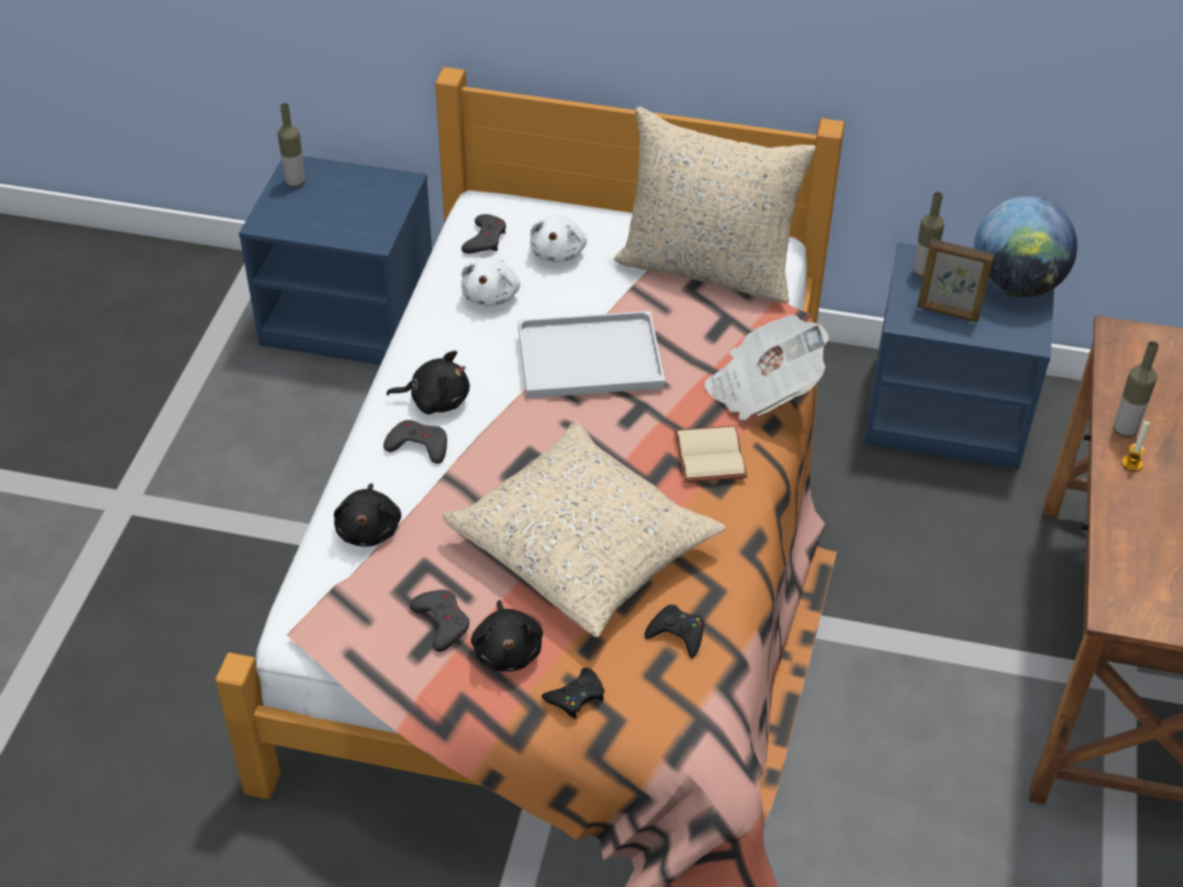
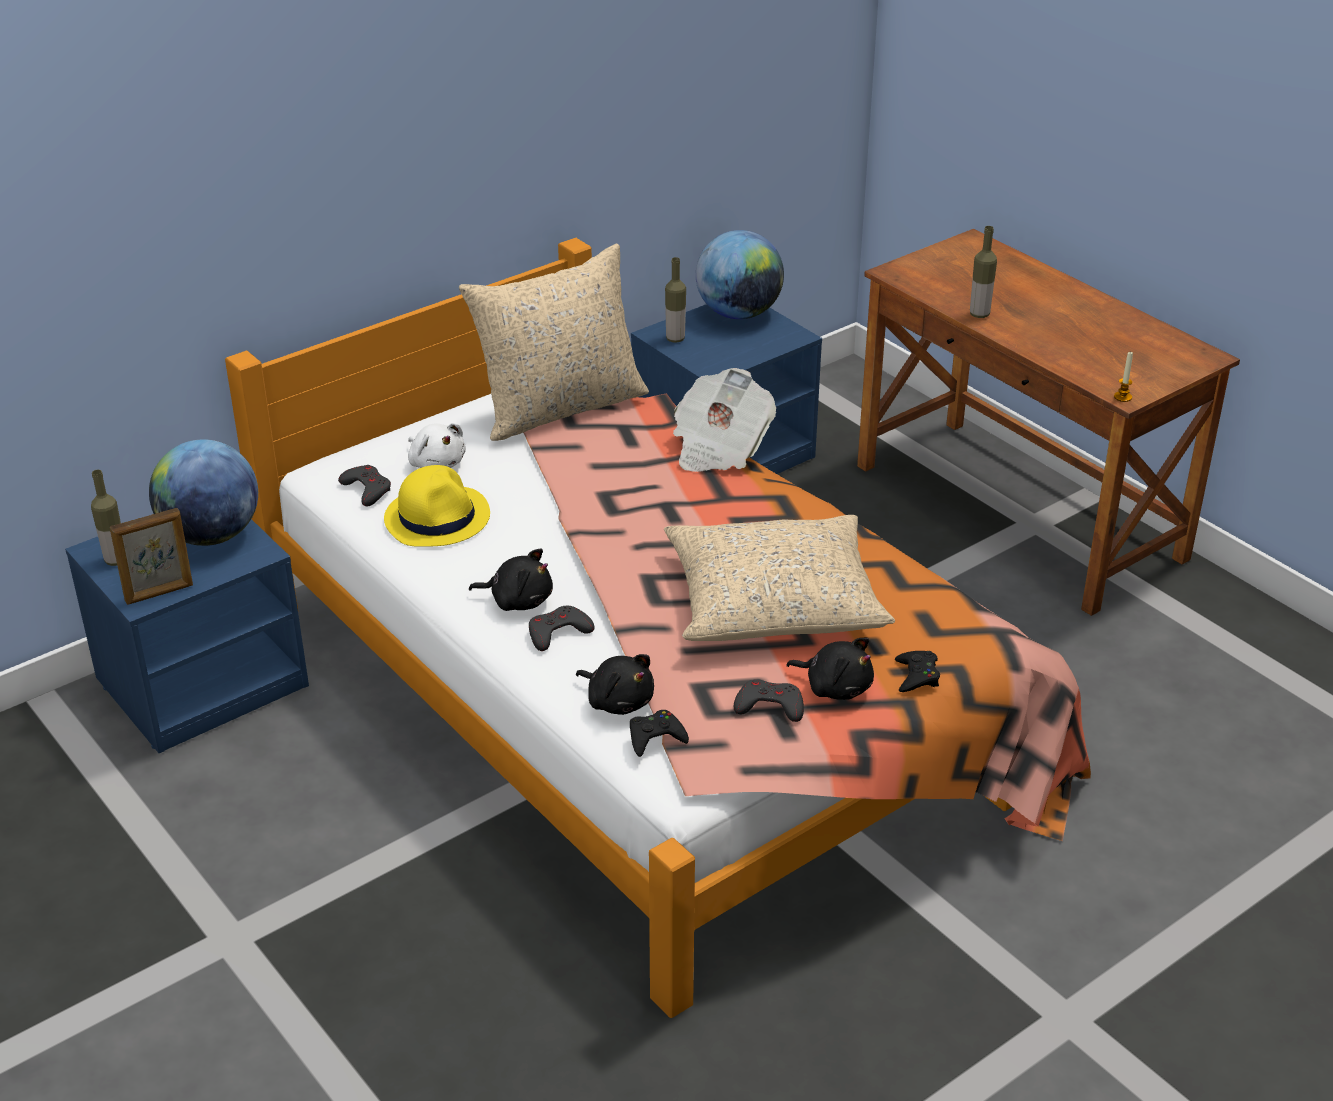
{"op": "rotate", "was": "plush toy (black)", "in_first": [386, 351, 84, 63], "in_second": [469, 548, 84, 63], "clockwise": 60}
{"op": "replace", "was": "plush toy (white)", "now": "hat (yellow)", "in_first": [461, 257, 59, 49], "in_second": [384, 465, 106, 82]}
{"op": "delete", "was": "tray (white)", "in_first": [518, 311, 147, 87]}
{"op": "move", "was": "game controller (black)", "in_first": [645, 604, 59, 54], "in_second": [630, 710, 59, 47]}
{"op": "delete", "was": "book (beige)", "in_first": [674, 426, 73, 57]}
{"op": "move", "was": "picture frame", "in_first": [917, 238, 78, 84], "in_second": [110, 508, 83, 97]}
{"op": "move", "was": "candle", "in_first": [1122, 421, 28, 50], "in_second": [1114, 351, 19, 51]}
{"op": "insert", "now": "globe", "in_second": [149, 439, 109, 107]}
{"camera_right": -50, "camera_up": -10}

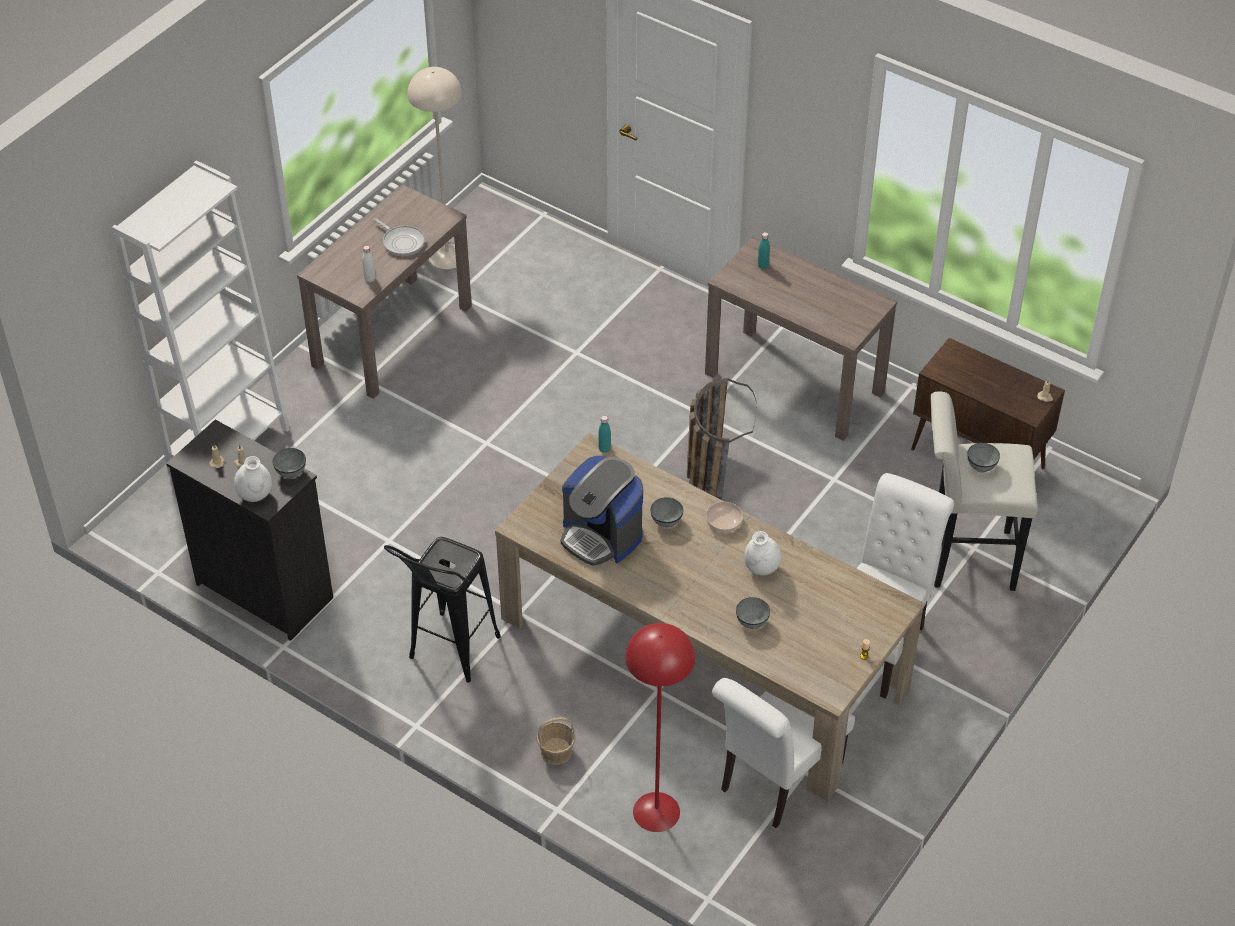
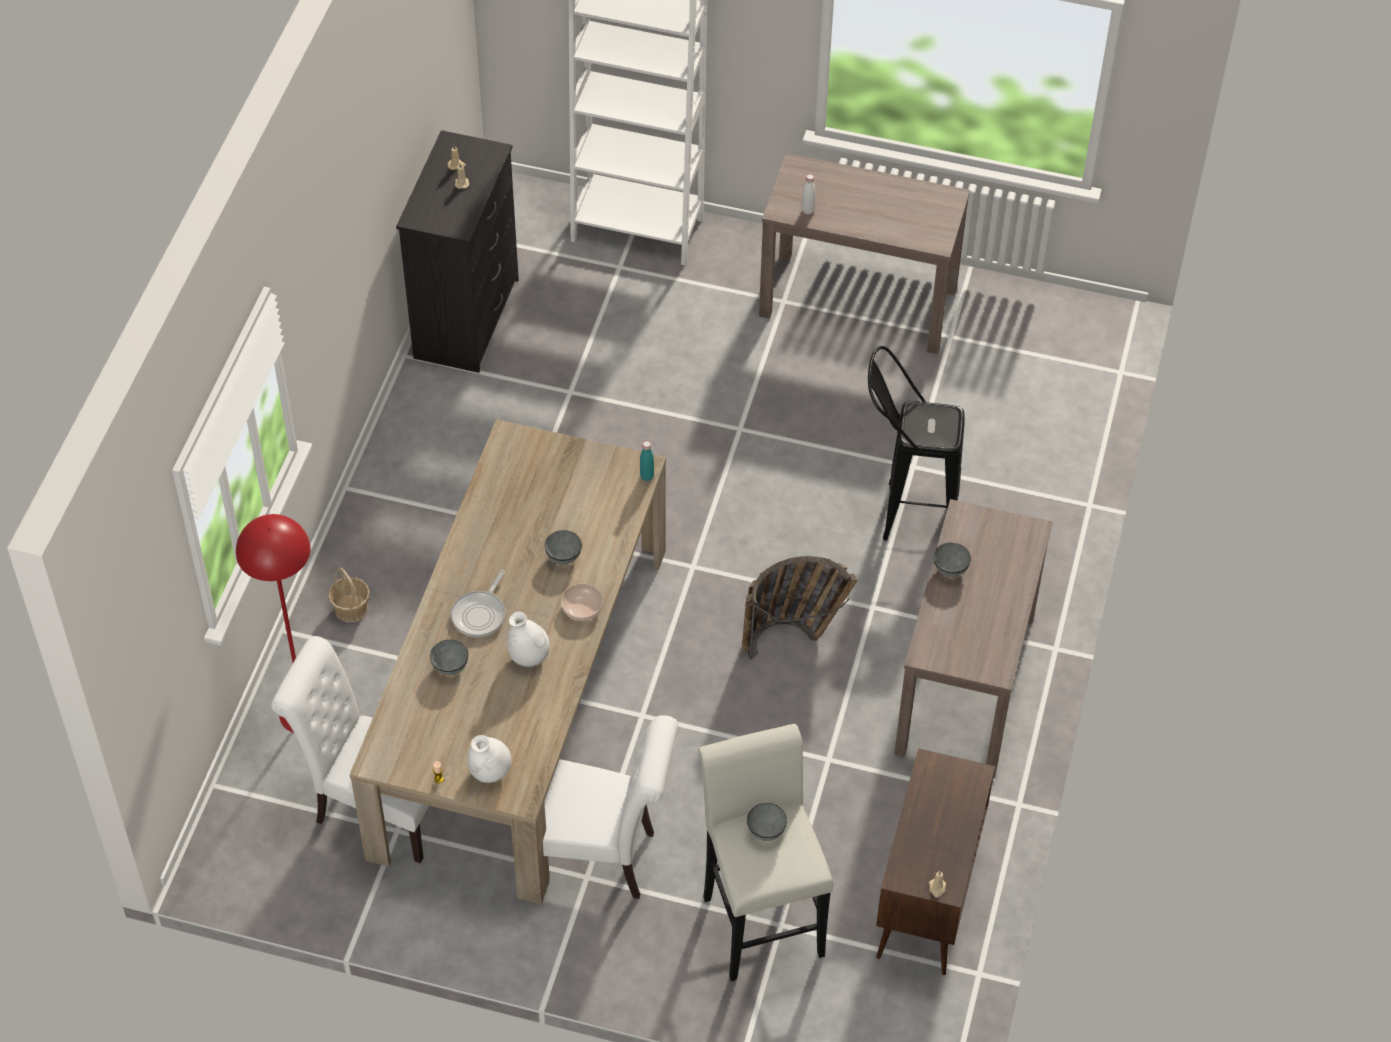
{"op": "move", "was": "vase (white)", "in_first": [234, 456, 38, 46], "in_second": [467, 735, 44, 48]}
{"op": "move", "was": "bowl (grey)", "in_first": [272, 448, 34, 31], "in_second": [934, 542, 37, 35]}
{"op": "move", "was": "frying pan", "in_first": [373, 218, 52, 38], "in_second": [451, 570, 54, 68]}
{"op": "move", "was": "stool (black)", "in_first": [384, 537, 117, 146], "in_second": [868, 346, 97, 195]}
{"op": "delete", "was": "floor lamp (beige)", "in_first": [407, 67, 55, 202]}
{"op": "delete", "was": "coffee machine", "in_first": [561, 456, 82, 110]}
{"op": "delete", "was": "bottle (turquoise)", "in_first": [758, 232, 12, 37]}
{"camera_right": 70, "camera_up": 5}

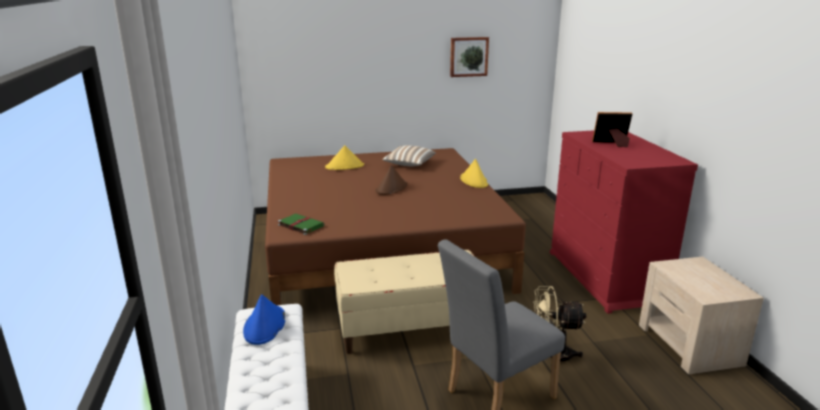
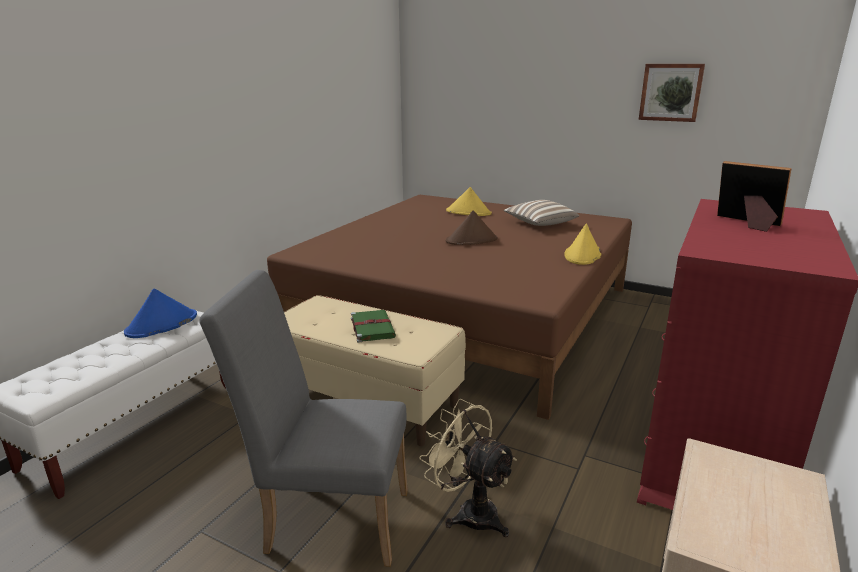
{"op": "move", "was": "book (green)", "in_first": [278, 214, 46, 21], "in_second": [351, 310, 45, 33]}
{"camera_right": 40, "camera_up": 0}

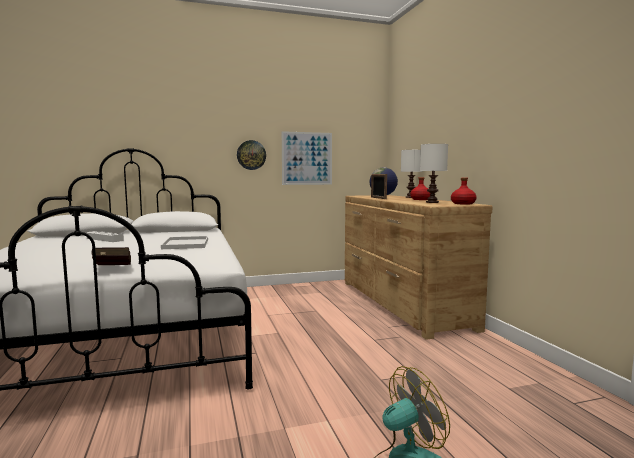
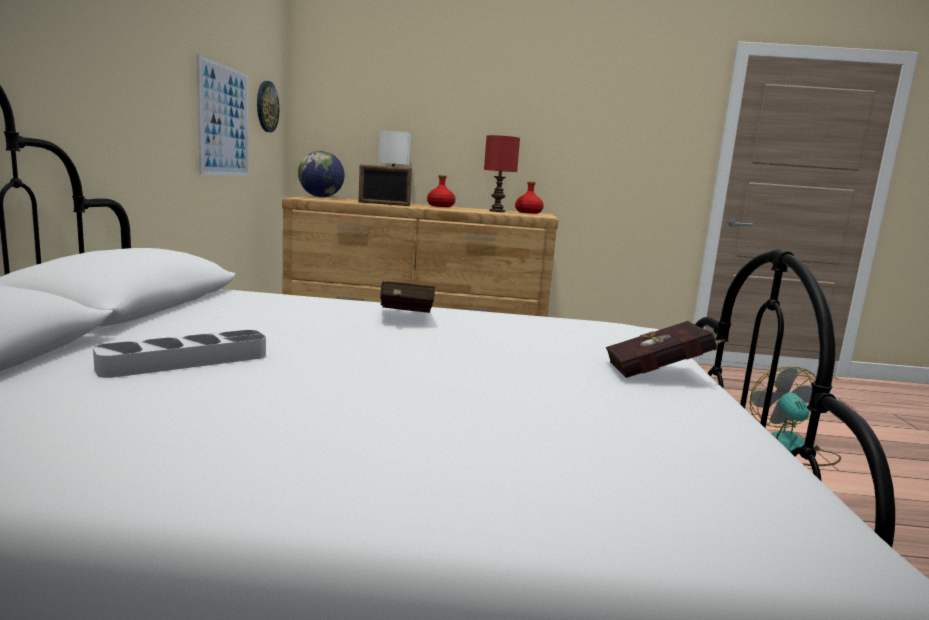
{"op": "replace", "was": "tray (white)", "now": "book (red)", "in_first": [161, 236, 47, 13], "in_second": [380, 281, 55, 32]}
{"op": "move", "was": "wall clock", "in_first": [237, 140, 29, 30], "in_second": [257, 81, 22, 51]}
{"op": "recolor", "was": "table lamp (white)", "now": "table lamp (red)", "in_first": [420, 144, 28, 59], "in_second": [484, 135, 36, 77]}
{"camera_right": -70, "camera_up": 5}

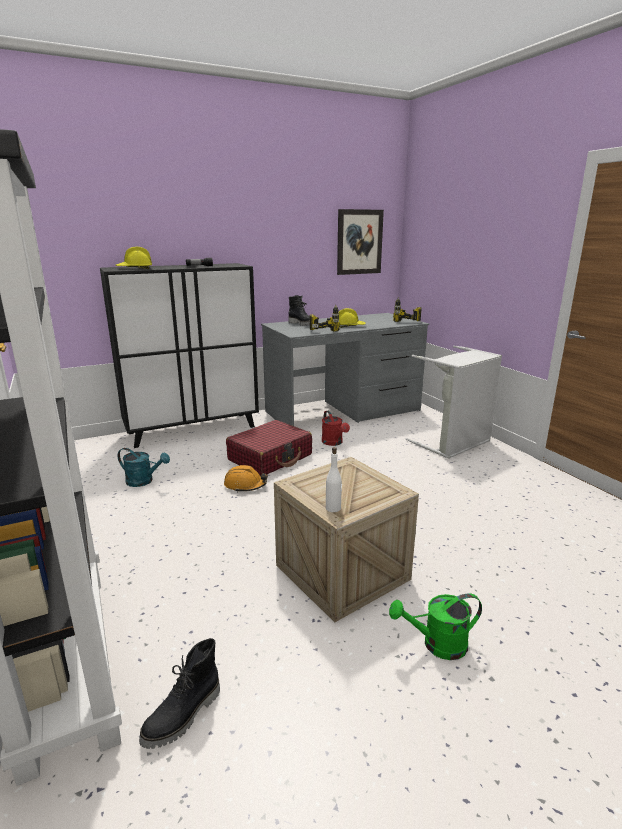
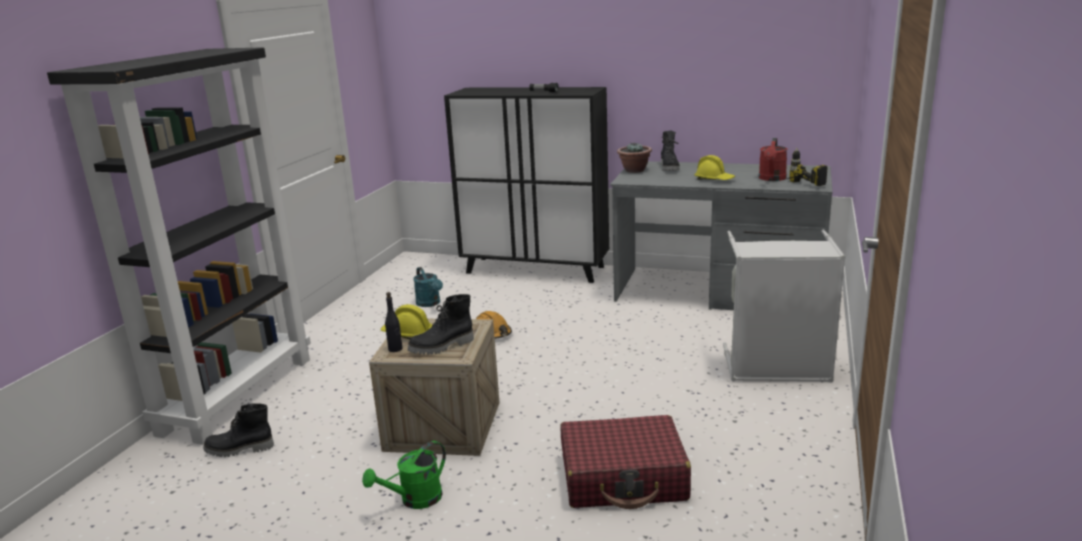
{"op": "move", "was": "hard hat (yellow)", "in_first": [115, 247, 37, 22], "in_second": [381, 304, 51, 35]}
{"op": "move", "was": "suitcase (red)", "in_first": [226, 420, 86, 56], "in_second": [560, 415, 131, 94]}
{"op": "delete", "was": "power drill", "in_first": [310, 305, 30, 26]}
{"op": "move", "was": "watering can (red)", "in_first": [322, 411, 28, 35], "in_second": [759, 138, 28, 43]}
{"op": "recolor", "was": "bottle (white)", "now": "bottle (black)", "in_first": [326, 447, 16, 65], "in_second": [385, 292, 18, 60]}
{"op": "delete", "was": "picture", "in_first": [337, 209, 47, 66]}
{"op": "rotate", "was": "watering can (green)", "in_first": [389, 593, 93, 67], "in_second": [362, 441, 84, 68], "clockwise": -75}
{"op": "insert", "now": "boot (black)", "in_second": [408, 294, 66, 61]}
{"op": "insert", "now": "potted plant", "in_second": [617, 142, 35, 31]}
{"camera_right": 45, "camera_up": 0}

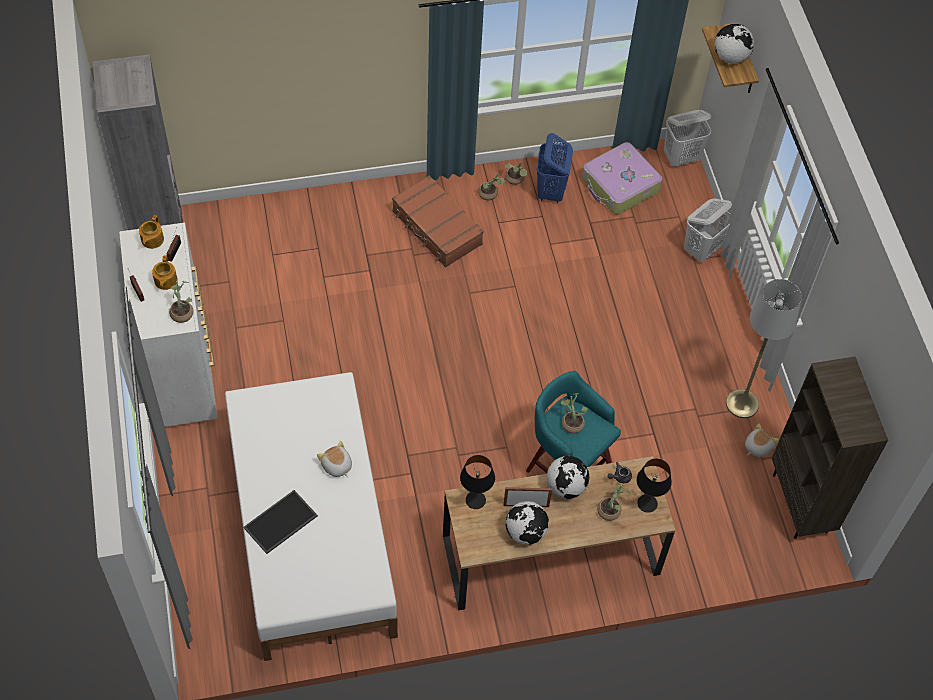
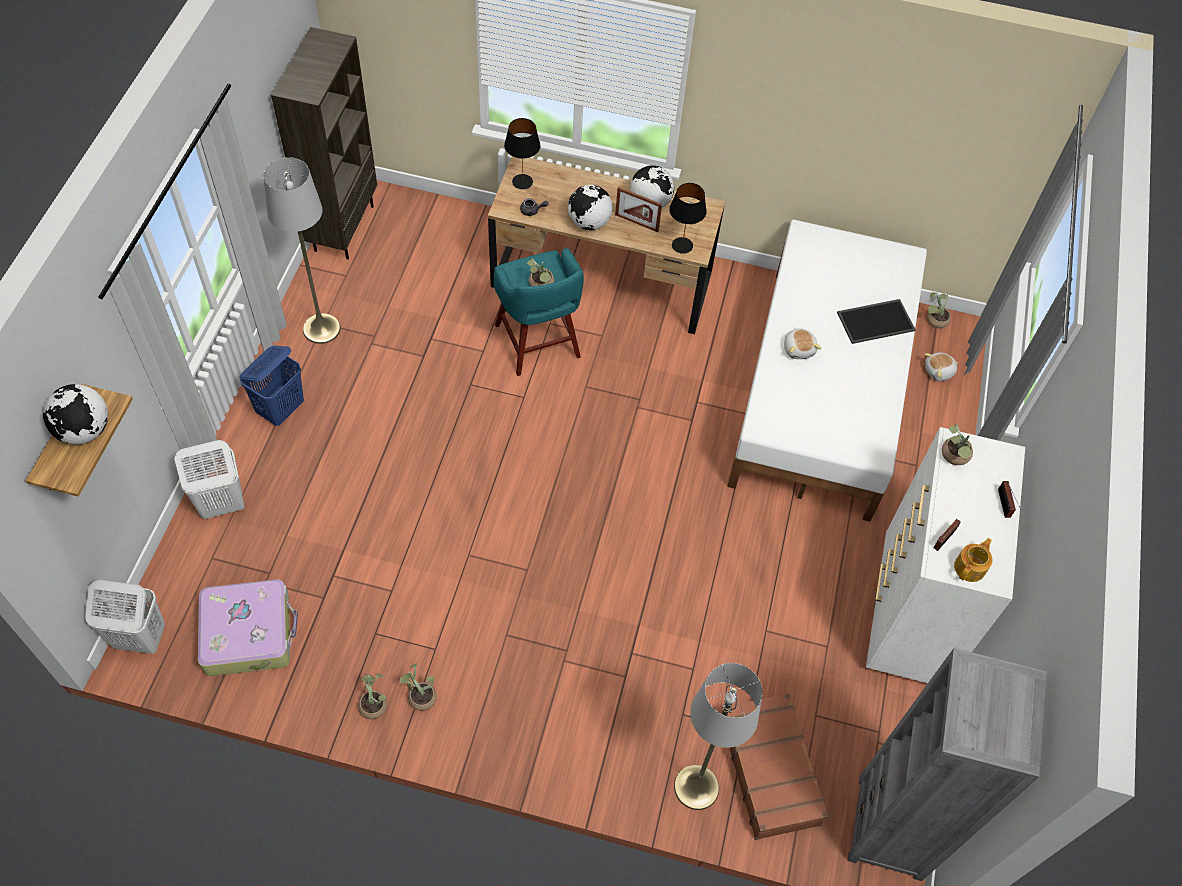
{"op": "delete", "was": "teapot", "in_first": [152, 255, 26, 35]}
{"op": "move", "was": "suitcase (brown)", "in_first": [392, 175, 92, 92], "in_second": [727, 693, 101, 147]}
{"op": "move", "was": "laundry basket (blue)", "in_first": [536, 133, 37, 71], "in_second": [239, 346, 65, 80]}
{"op": "move", "was": "potted plant", "in_first": [597, 485, 34, 36], "in_second": [927, 292, 24, 36]}
{"op": "move", "was": "plush toy", "in_first": [745, 424, 34, 33], "in_second": [924, 353, 34, 28]}
{"op": "insert", "now": "floor lamp (grey)", "in_second": [674, 663, 89, 147]}
{"camera_right": -155, "camera_up": 0}

